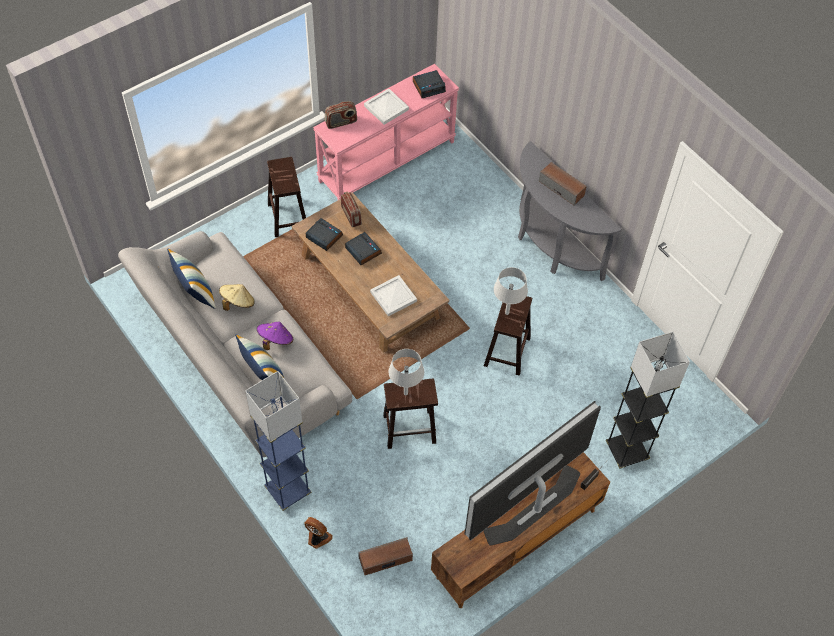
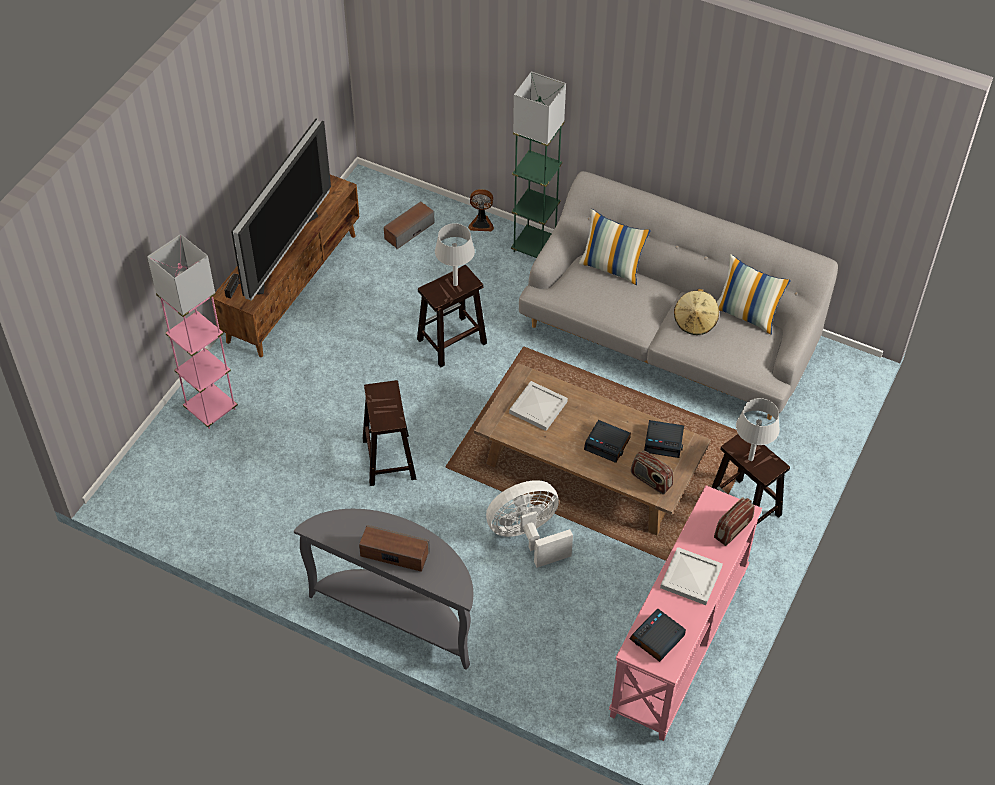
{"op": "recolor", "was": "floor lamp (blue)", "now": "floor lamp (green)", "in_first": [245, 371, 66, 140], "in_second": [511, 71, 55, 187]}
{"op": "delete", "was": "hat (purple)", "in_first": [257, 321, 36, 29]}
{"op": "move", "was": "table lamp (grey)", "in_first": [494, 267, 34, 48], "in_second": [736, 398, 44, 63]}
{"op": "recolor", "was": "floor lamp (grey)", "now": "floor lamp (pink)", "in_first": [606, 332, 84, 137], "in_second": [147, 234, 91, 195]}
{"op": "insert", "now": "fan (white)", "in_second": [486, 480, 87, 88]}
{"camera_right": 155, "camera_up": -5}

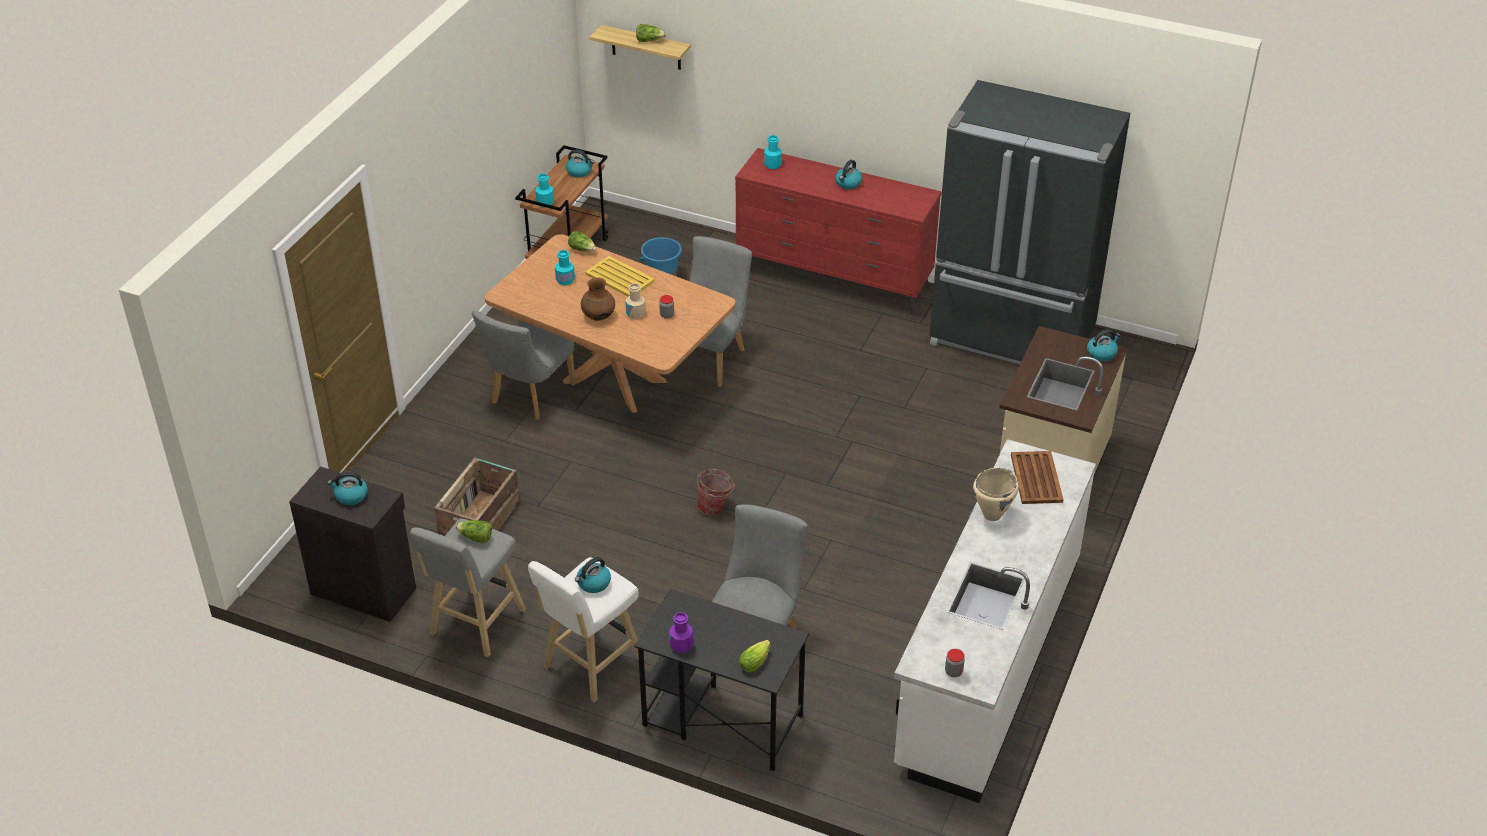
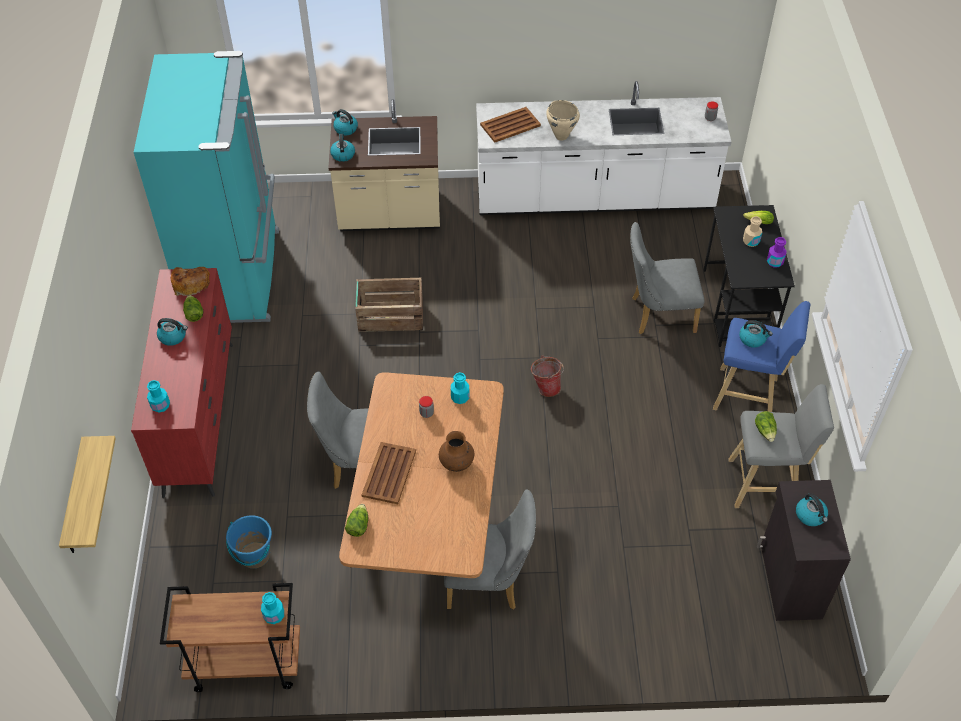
{"op": "move", "was": "crate", "in_first": [434, 458, 86, 78], "in_second": [355, 278, 68, 54]}
{"op": "recolor", "was": "stool (white)", "now": "stool (blue)", "in_first": [528, 557, 111, 145], "in_second": [713, 301, 98, 111]}
{"op": "move", "was": "bottle (turquoise)", "in_first": [555, 250, 20, 35], "in_second": [451, 372, 18, 32]}
{"op": "move", "was": "kettle", "in_first": [566, 149, 29, 28], "in_second": [330, 134, 25, 28]}
{"op": "recolor", "was": "tray (yellow)", "now": "tray (brown)", "in_first": [585, 256, 70, 41], "in_second": [362, 442, 54, 62]}
{"op": "move", "was": "bottle (beige)", "in_first": [625, 283, 20, 36], "in_second": [743, 216, 19, 31]}
{"op": "move", "was": "lettuce", "in_first": [636, 24, 30, 18], "in_second": [183, 295, 20, 27]}
{"op": "recolor", "was": "fridge (black)", "now": "fridge (turquoise)", "in_first": [929, 80, 201, 284], "in_second": [134, 51, 145, 272]}
{"op": "insert", "now": "bread", "in_second": [170, 267, 40, 29]}
{"camera_right": -115, "camera_up": 10}

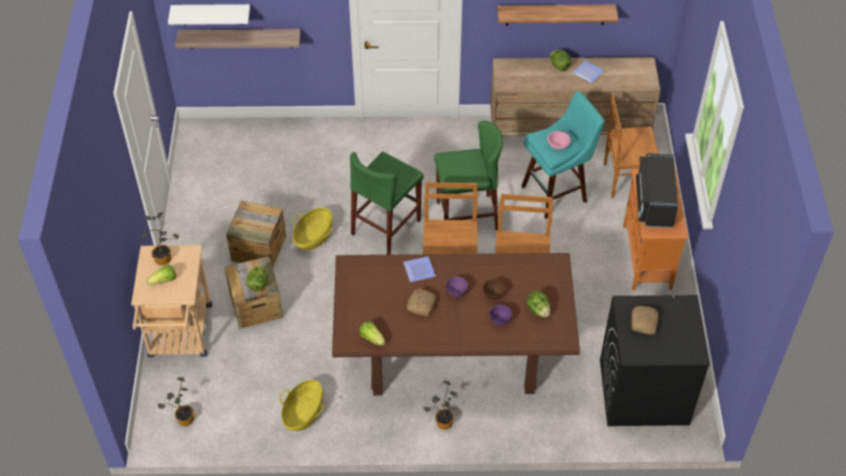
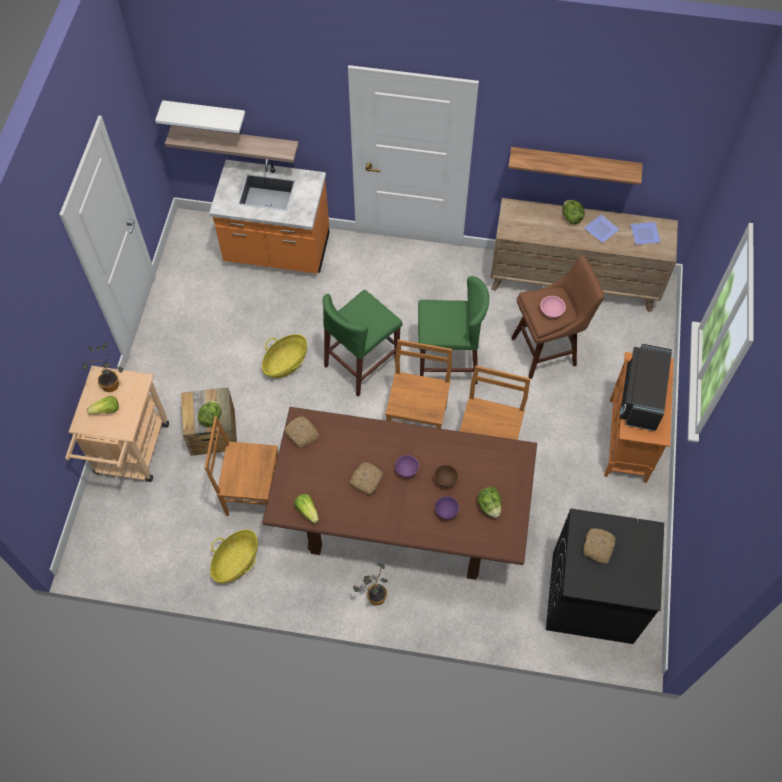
{"op": "delete", "was": "potted plant", "in_first": [158, 377, 36, 49]}
{"op": "delete", "was": "crate", "in_first": [226, 201, 60, 67]}
{"op": "move", "was": "plate", "in_first": [403, 256, 33, 26], "in_second": [630, 222, 31, 23]}
{"op": "recolor", "was": "stool (turquoise)", "now": "stool (brown)", "in_first": [521, 91, 84, 128], "in_second": [511, 256, 94, 123]}
{"op": "move", "was": "chair (brown)", "in_first": [604, 95, 55, 103], "in_second": [205, 416, 73, 100]}
{"op": "insert", "now": "counter (orange)", "in_second": [209, 159, 121, 115]}
{"op": "insert", "now": "bread", "in_second": [284, 416, 35, 32]}
{"camera_right": 10, "camera_up": 10}

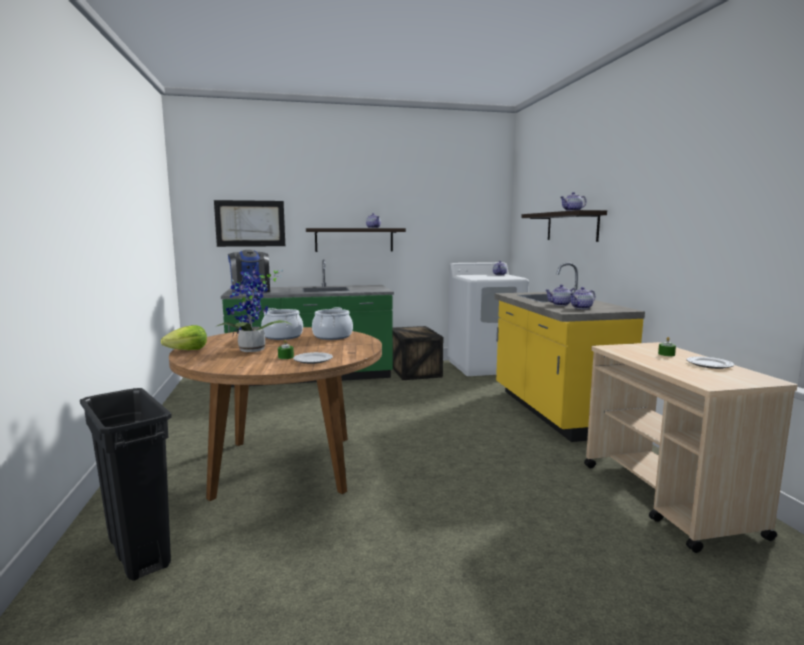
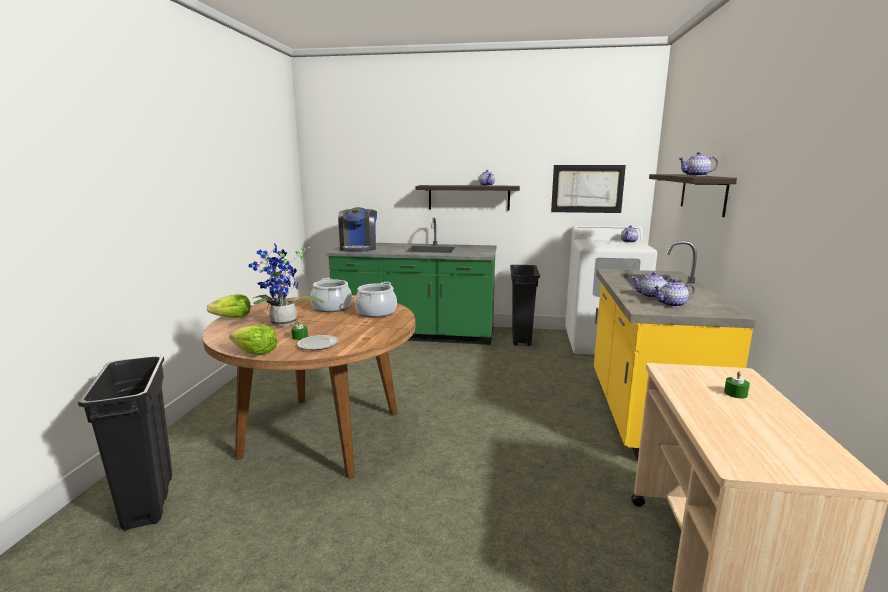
{"op": "move", "was": "picture", "in_first": [214, 200, 71, 47], "in_second": [551, 165, 75, 48]}
{"op": "replace", "was": "crate", "now": "trash can (black)", "in_first": [393, 326, 50, 54], "in_second": [510, 265, 30, 81]}
{"op": "delete", "was": "plate", "in_first": [687, 357, 47, 12]}
{"op": "insert", "now": "lettuce", "in_second": [229, 325, 49, 30]}
{"camera_right": 20, "camera_up": 5}

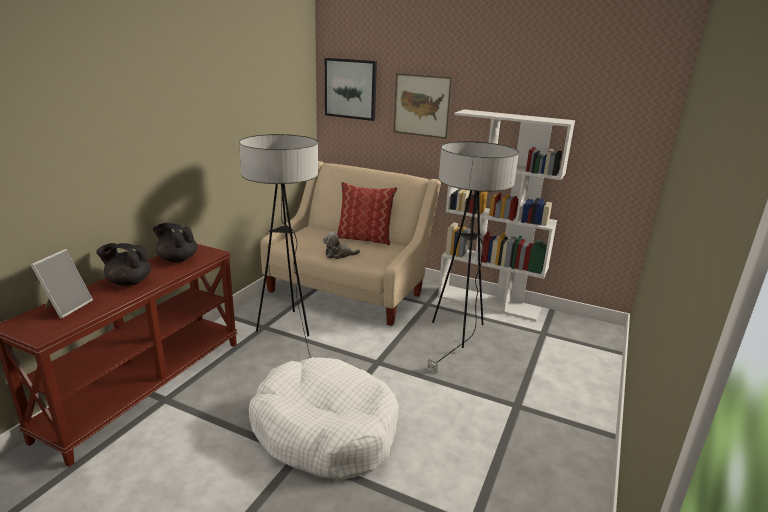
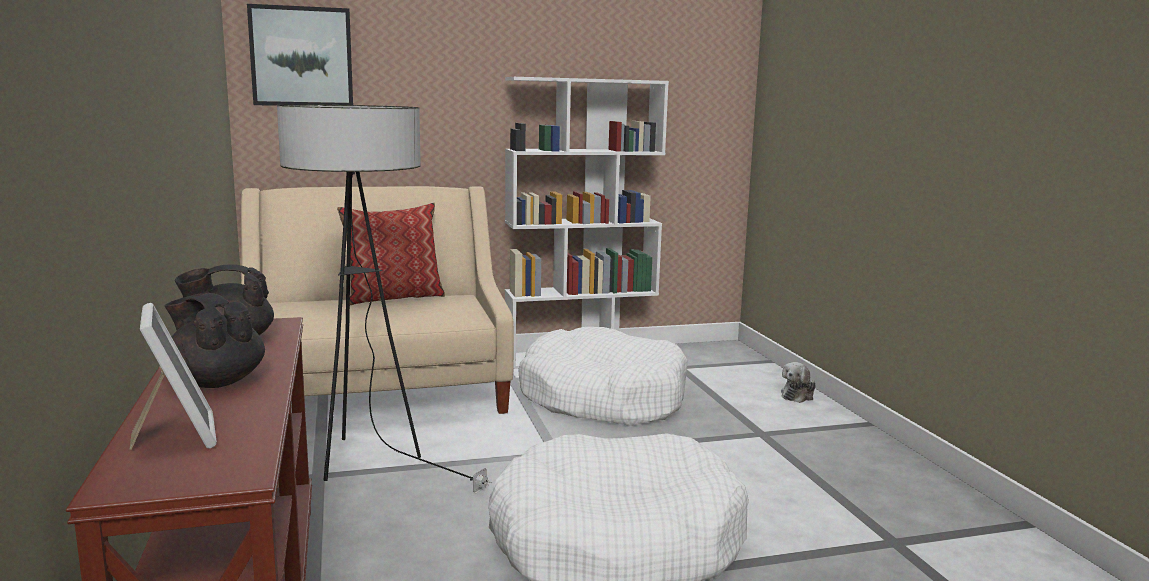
{"op": "rotate", "was": "teapot (black)", "in_first": [96, 243, 55, 43], "in_second": [164, 293, 101, 95], "clockwise": 75}
{"op": "move", "was": "plush toy", "in_first": [323, 232, 37, 27], "in_second": [781, 362, 35, 41]}
{"op": "delete", "was": "picture", "in_first": [393, 73, 59, 66]}
{"op": "replace", "was": "floor lamp", "now": "dog bed (white)", "in_first": [427, 141, 92, 232], "in_second": [518, 327, 170, 99]}
{"camera_right": -40, "camera_up": -10}

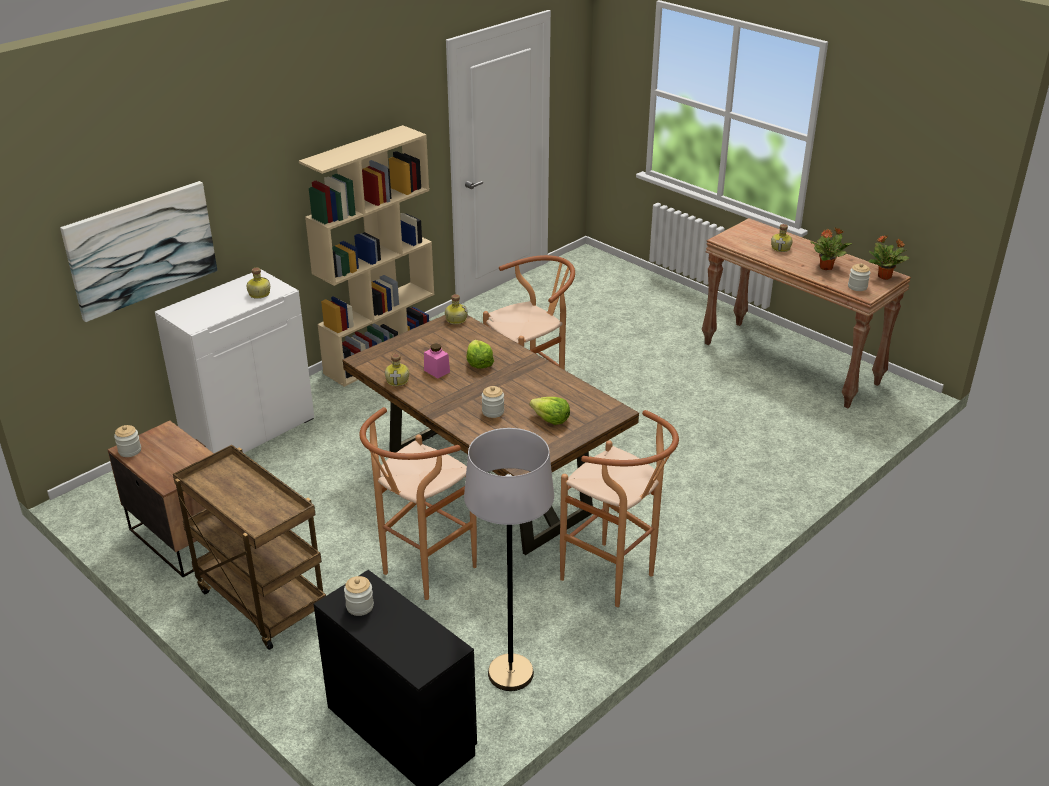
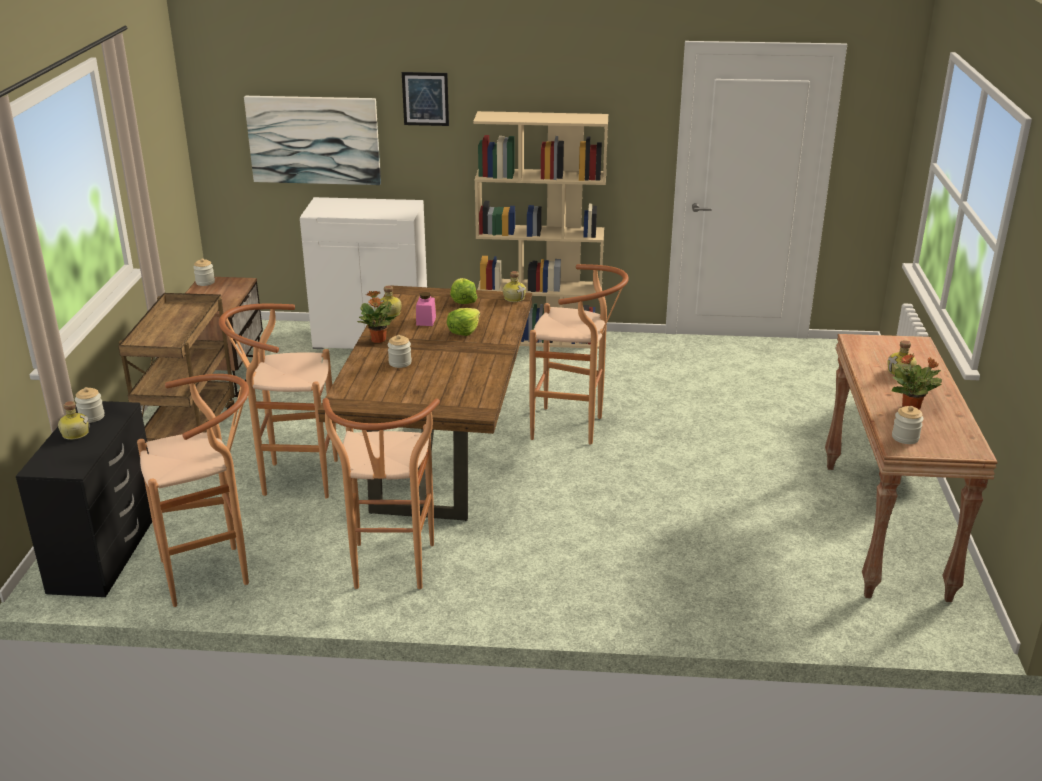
{"op": "move", "was": "bottle", "in_first": [246, 268, 24, 31], "in_second": [58, 401, 31, 39]}
{"op": "replace", "was": "floor lamp (grey)", "now": "stool (brown)", "in_first": [464, 428, 90, 263], "in_second": [137, 374, 112, 233]}
{"op": "move", "was": "lettuce", "in_first": [530, 397, 40, 28], "in_second": [450, 278, 27, 26]}
{"op": "move", "was": "potted plant", "in_first": [869, 235, 40, 45], "in_second": [357, 291, 42, 52]}
{"op": "insert", "now": "picture", "in_second": [402, 72, 47, 54]}
{"camera_right": 50, "camera_up": -5}

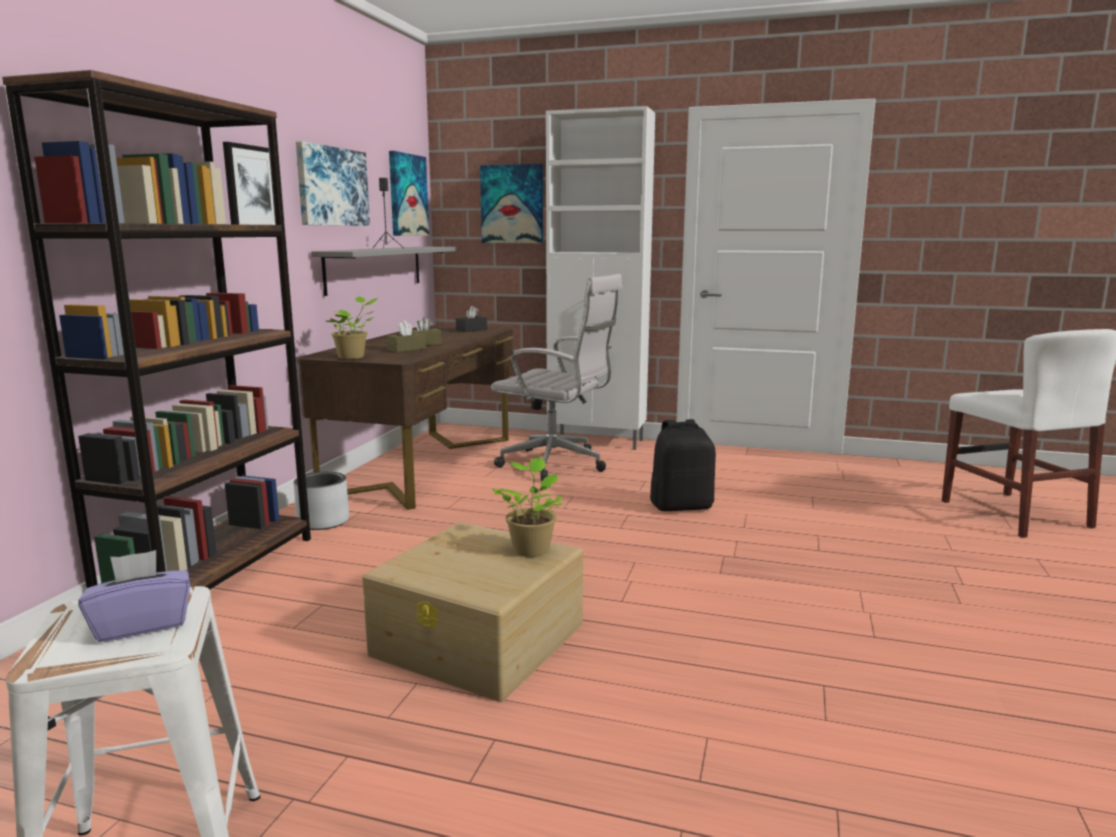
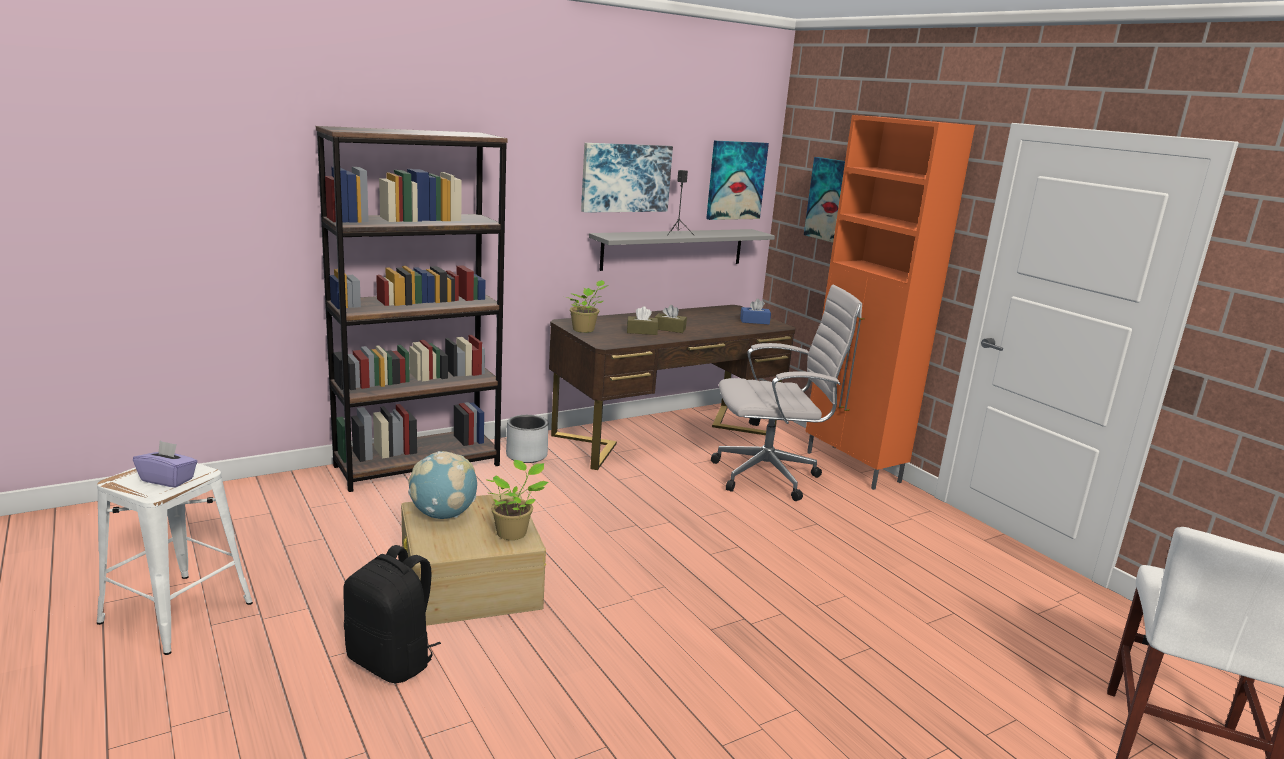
{"op": "delete", "was": "picture", "in_first": [223, 142, 52, 83]}
{"op": "recolor", "was": "tissue box (black)", "now": "tissue box (blue)", "in_first": [456, 306, 31, 26], "in_second": [740, 299, 31, 25]}
{"op": "rotate", "was": "office chair (white)", "in_first": [491, 274, 131, 207], "in_second": [711, 284, 151, 217], "clockwise": -75}
{"op": "recolor", "was": "cabinet (white)", "now": "cabinet (orange)", "in_first": [546, 106, 109, 344], "in_second": [805, 115, 170, 375]}
{"op": "move", "was": "backpack (black)", "in_first": [650, 419, 66, 92], "in_second": [343, 545, 98, 138]}
{"op": "insert", "now": "globe", "in_second": [408, 451, 69, 68]}
{"camera_right": 40, "camera_up": 5}

